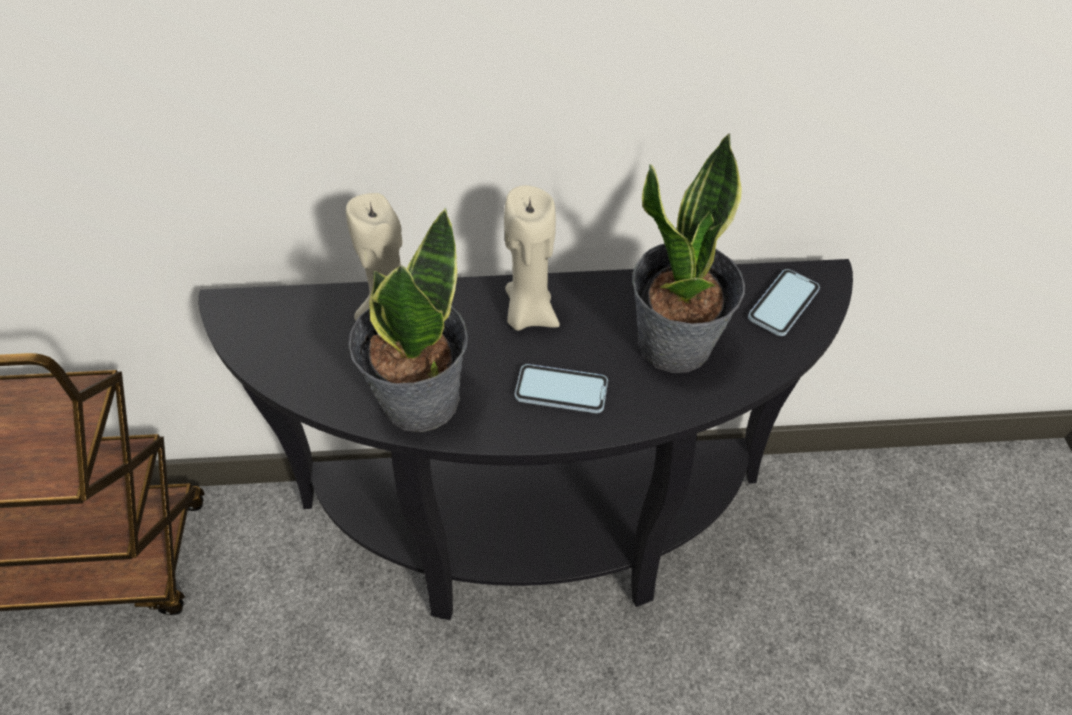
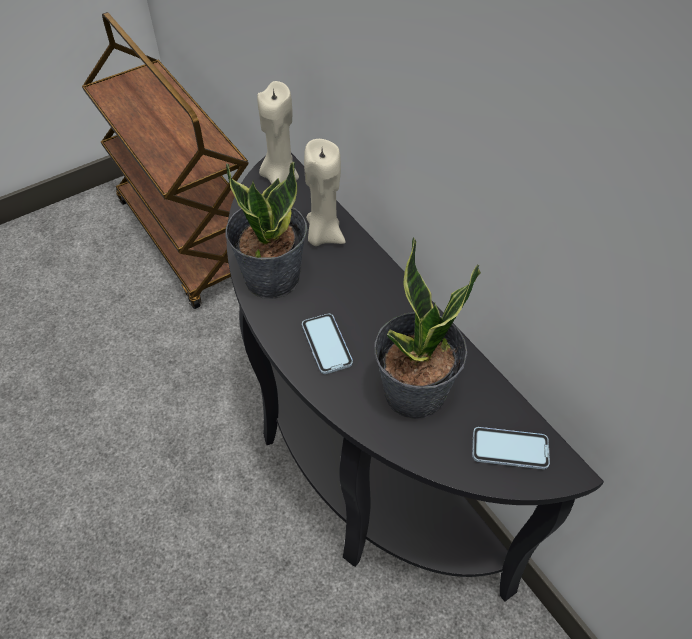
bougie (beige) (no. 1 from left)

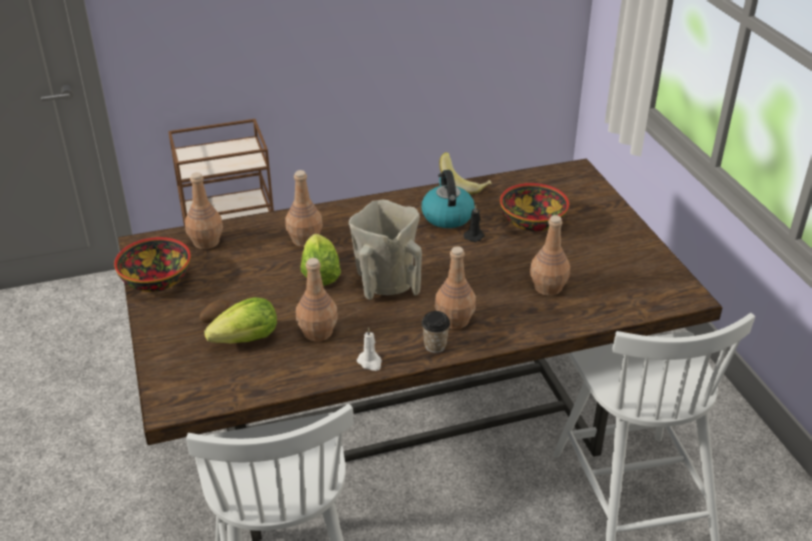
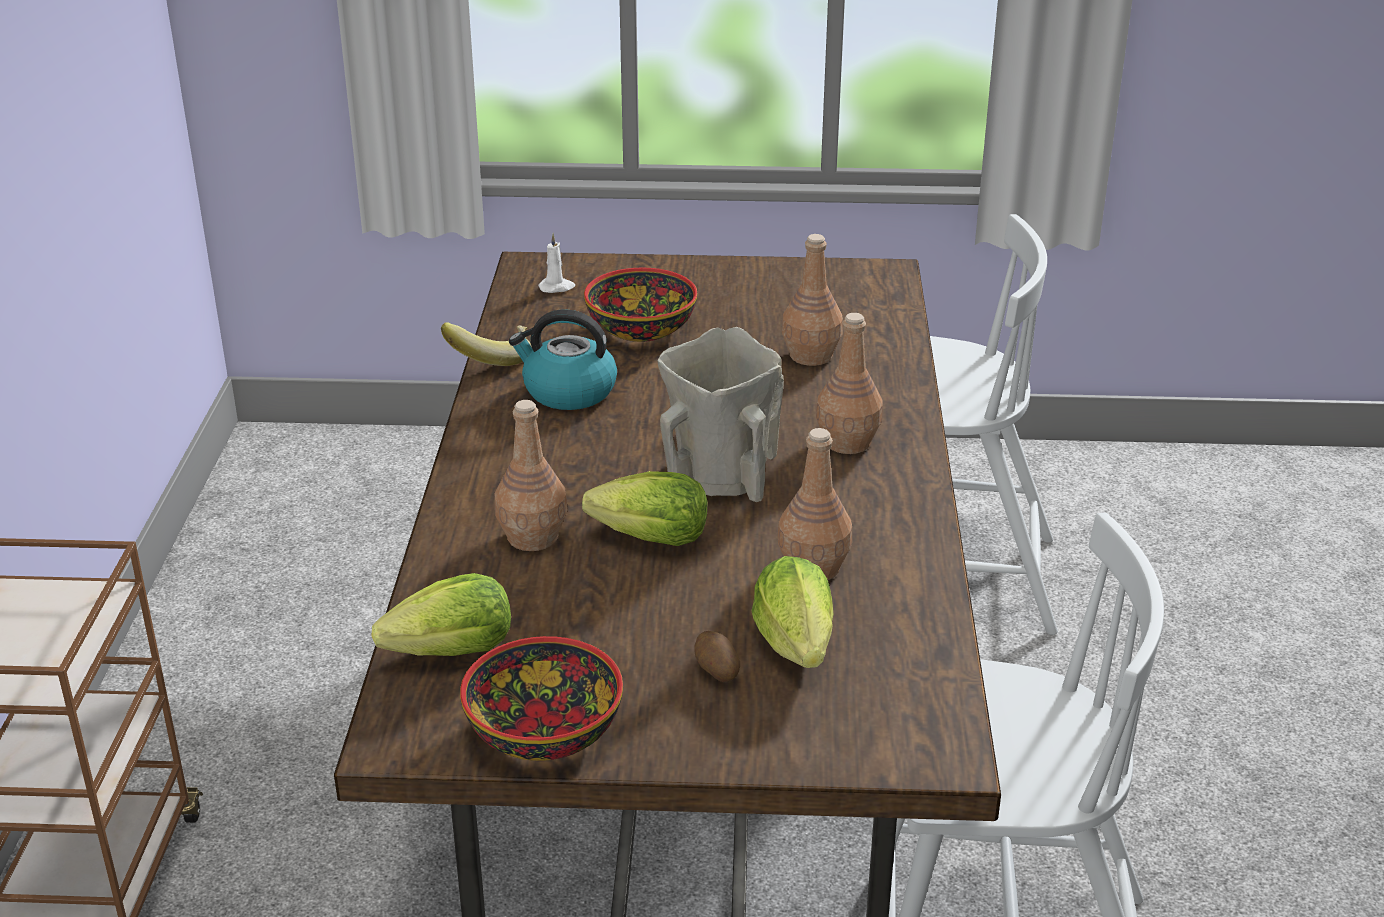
laitue (no. 1 from left)
bougie (blanc)
tasse
bougie (noir)

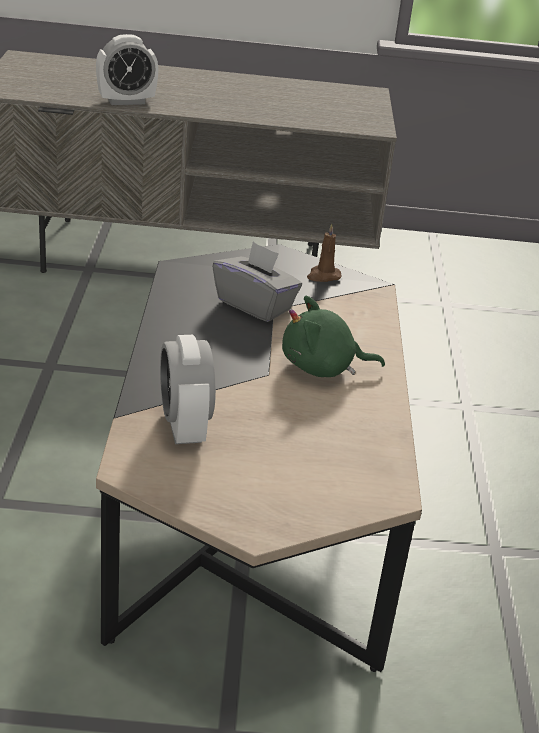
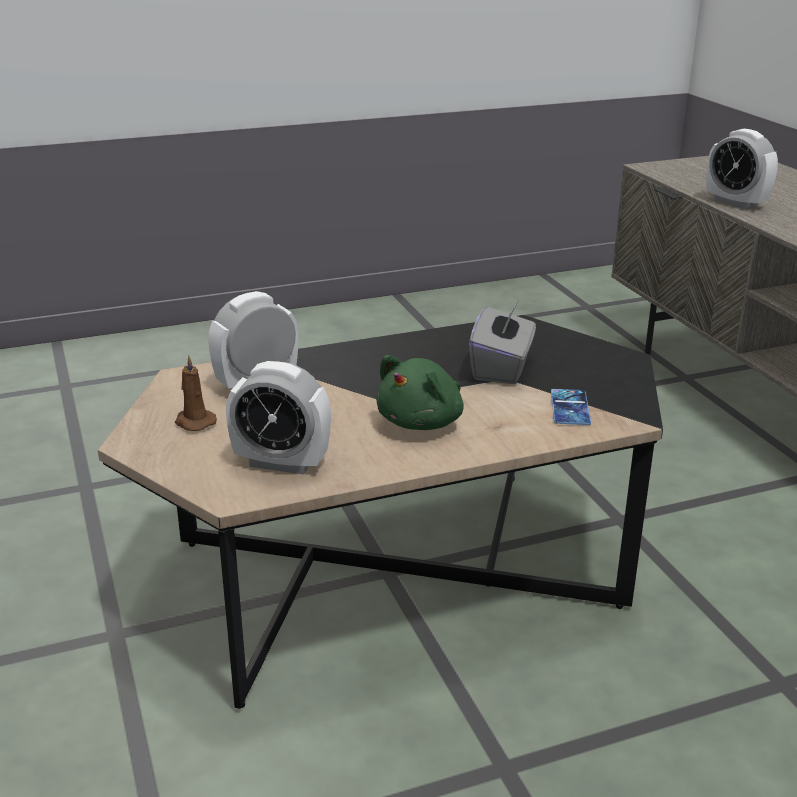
peluche (vert)
bougie (marron)
réveil (no. 2 from left)
téléphone

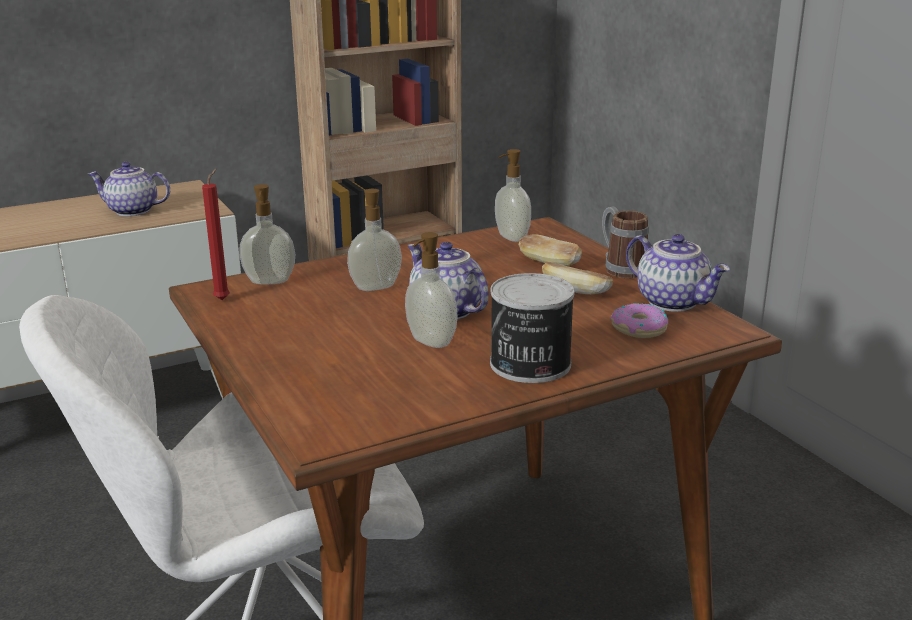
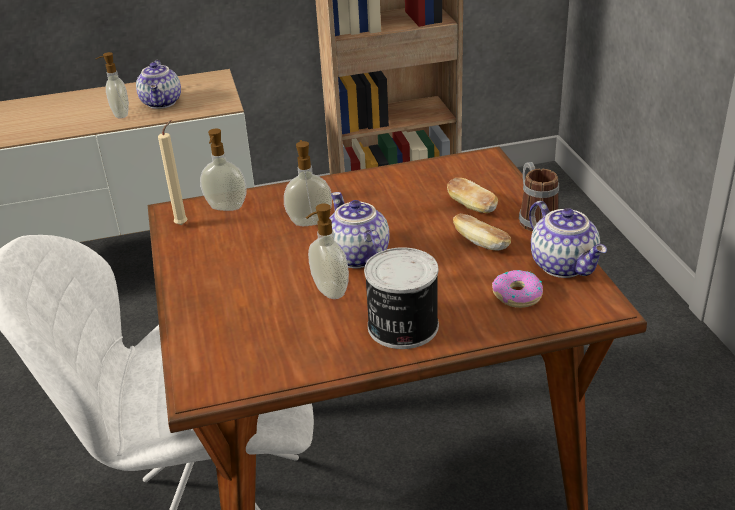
théière (no. 1 from left)
bougie (beige)
distributeur de savon (no. 1 from left)

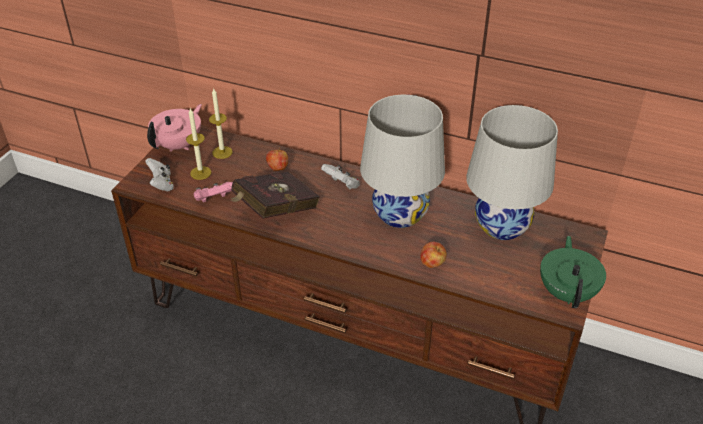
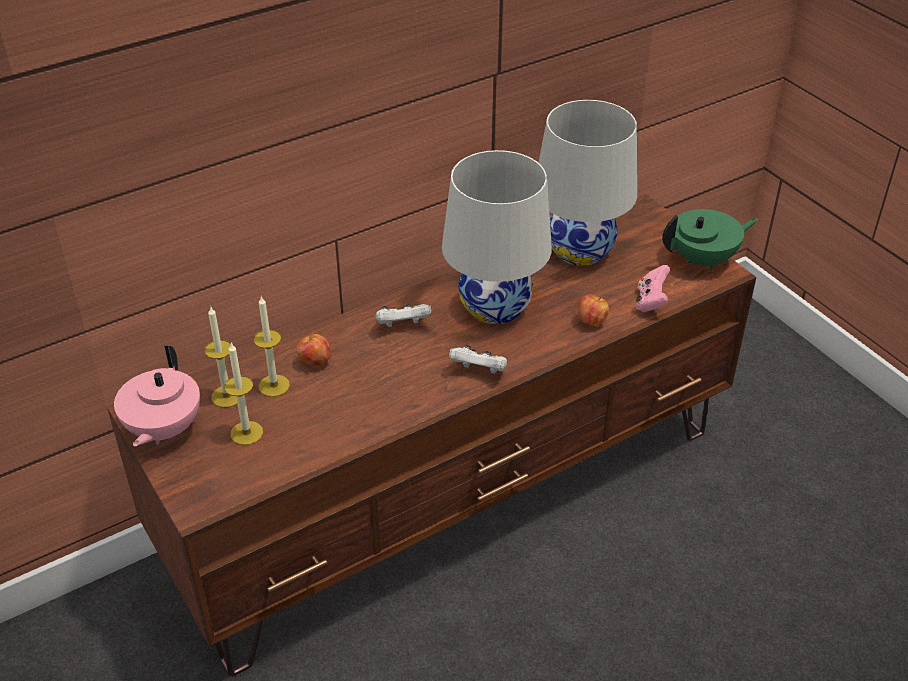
manette (blanc) (no. 2 from left)
théière (rose)
manette (rose)
livre (rouge)
théière (vert)
bougie (no. 3 from left)

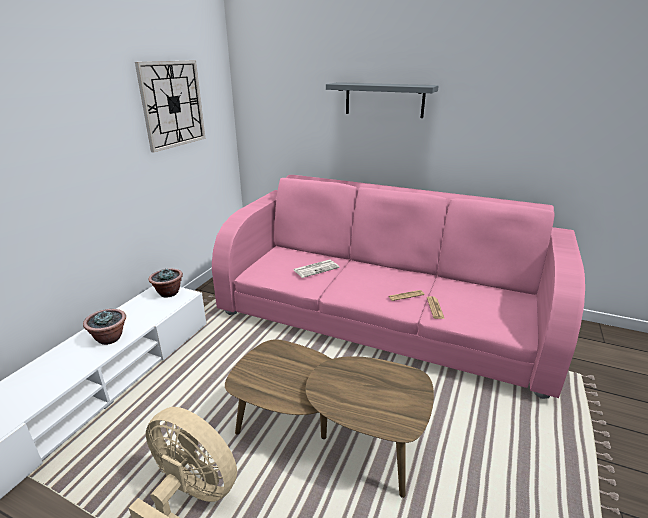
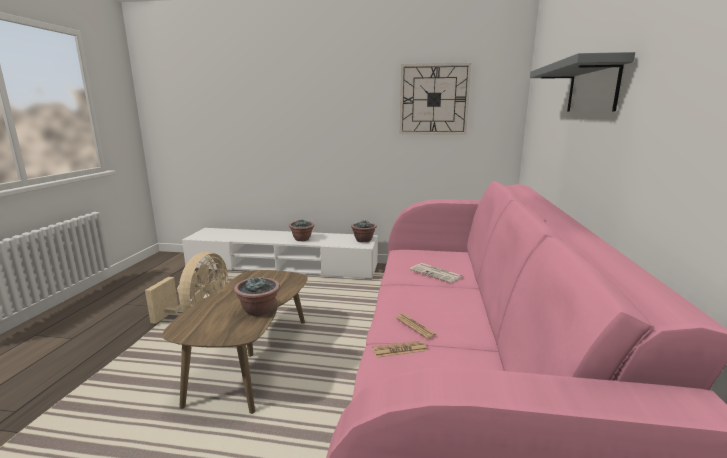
plante en pot (no. 1 from left)

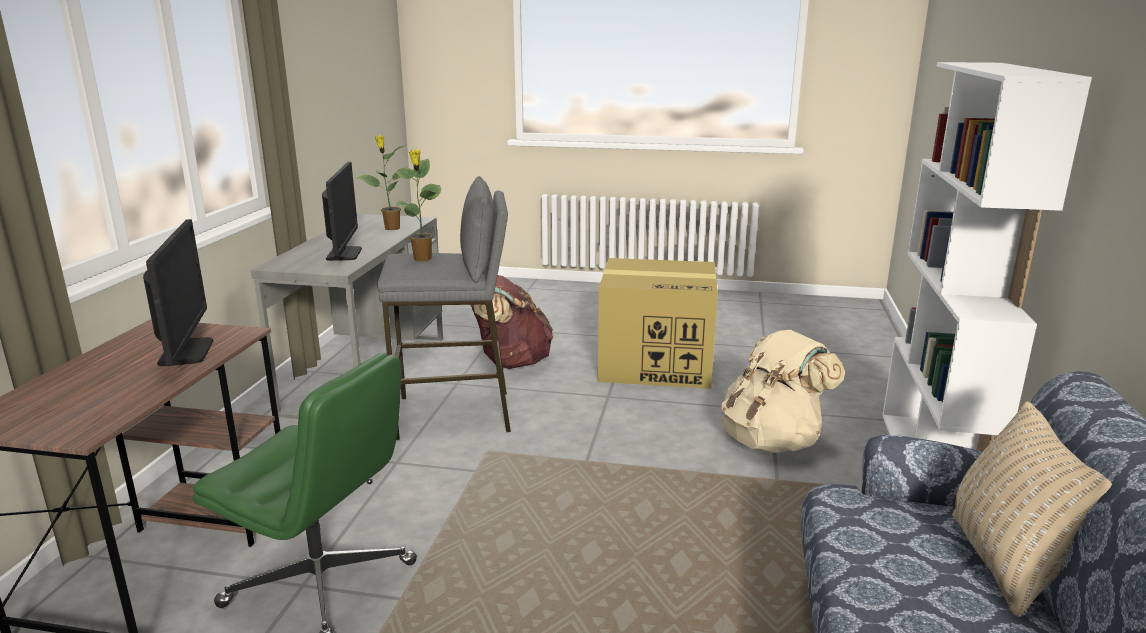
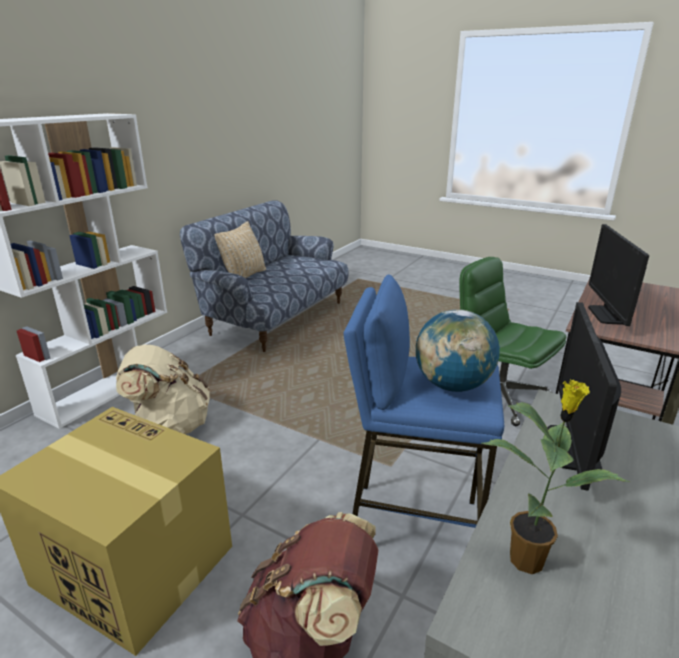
tabouret (bleu)
globe

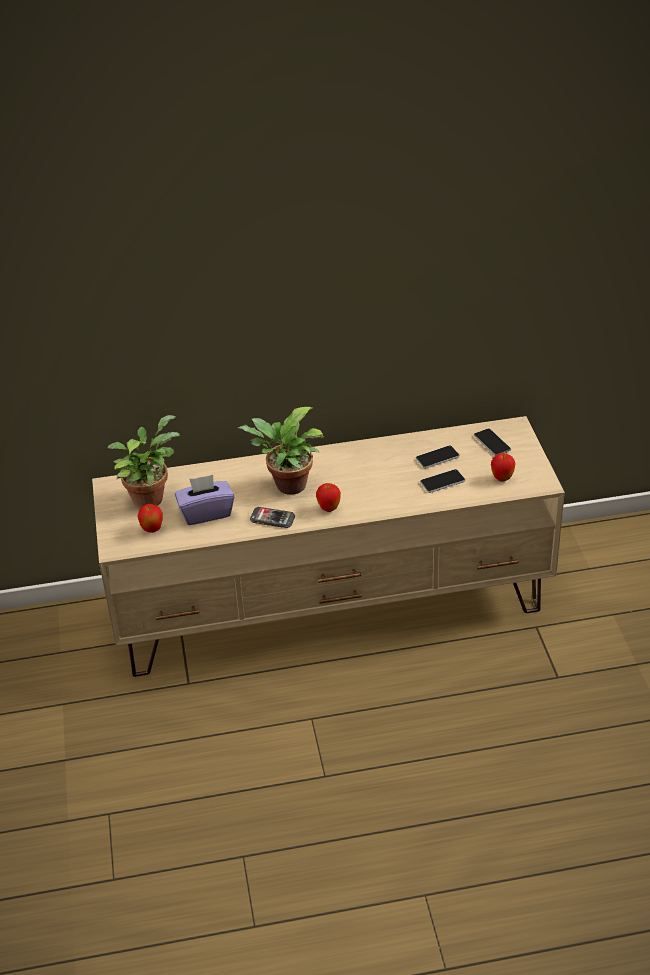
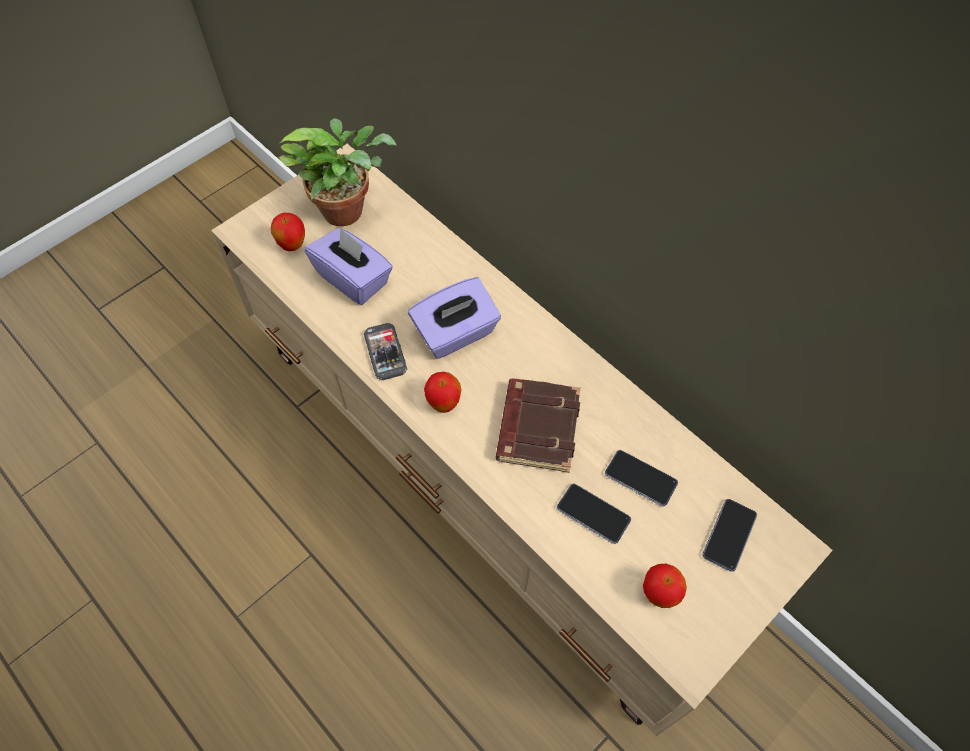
boîte à mouchoirs (violet) (no. 2 from left)
livre (marron)

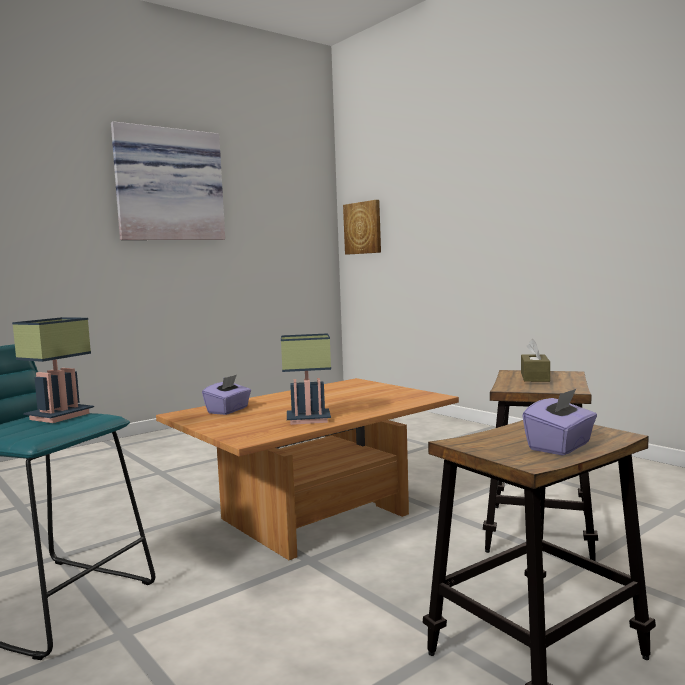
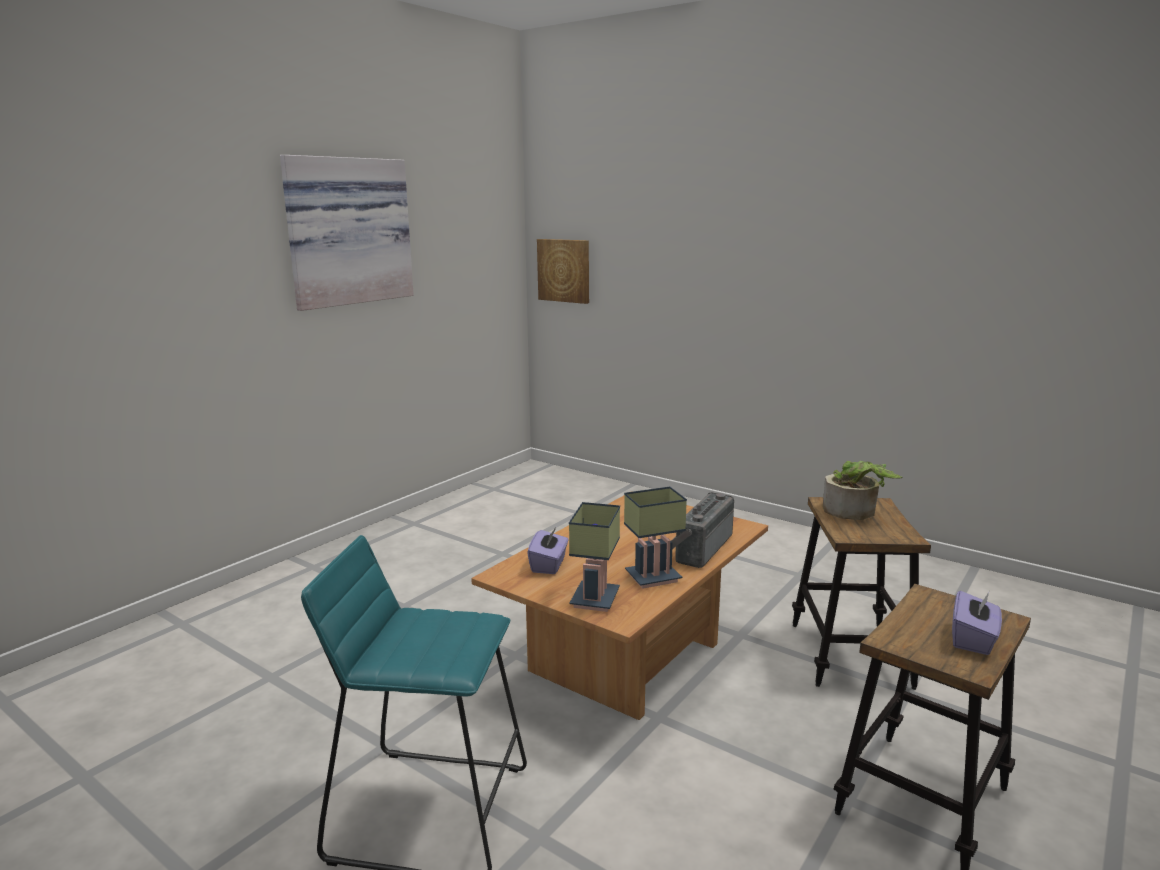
lampe de table (no. 1 from left)
plante en pot
radio

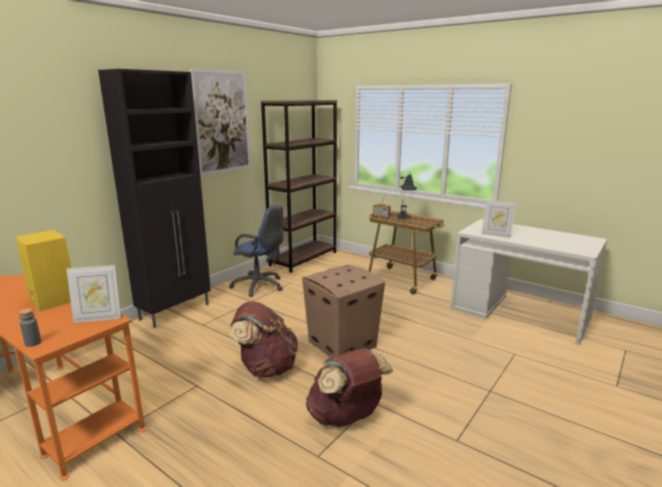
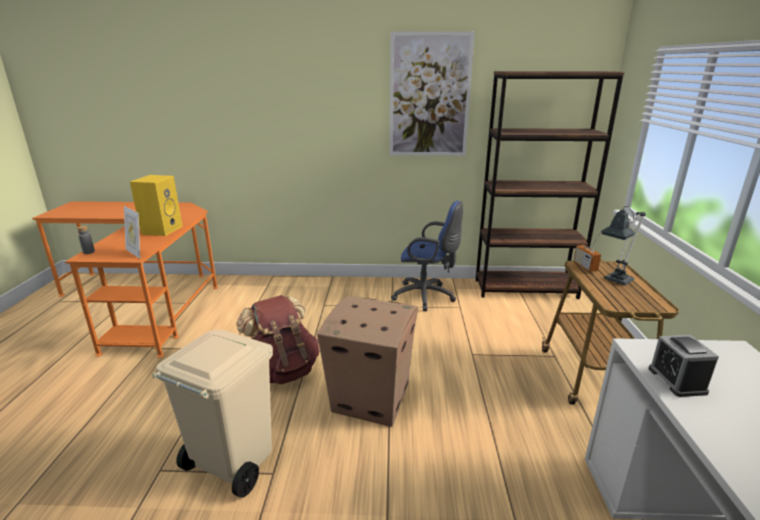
meuble de rangement (noir)
chaise de bureau (bleu)
poubelle (beige)
réveil

